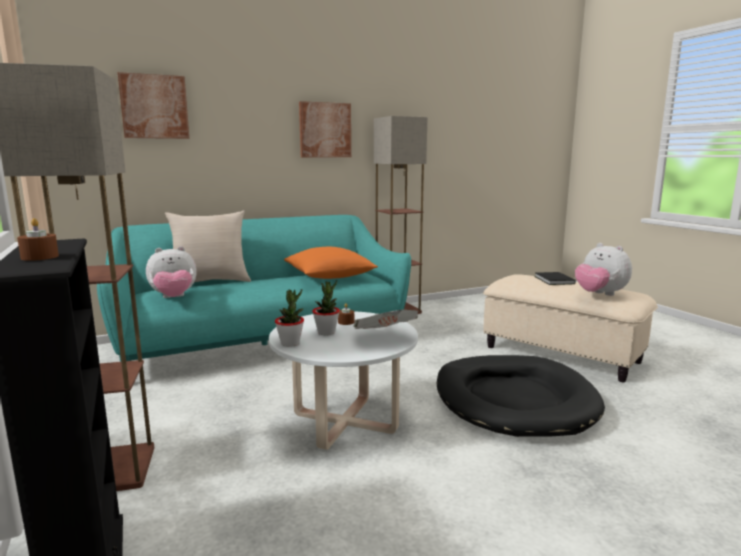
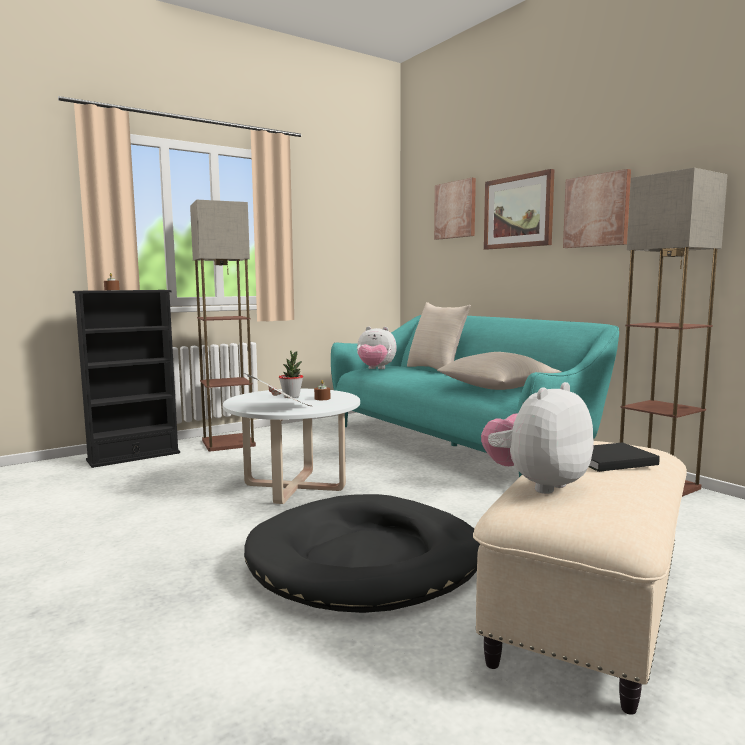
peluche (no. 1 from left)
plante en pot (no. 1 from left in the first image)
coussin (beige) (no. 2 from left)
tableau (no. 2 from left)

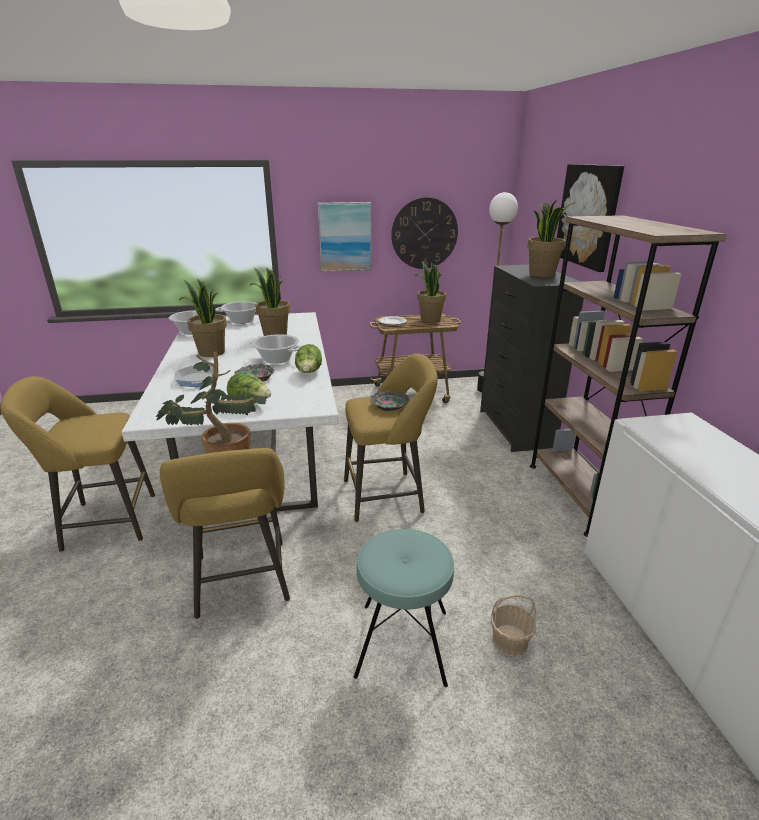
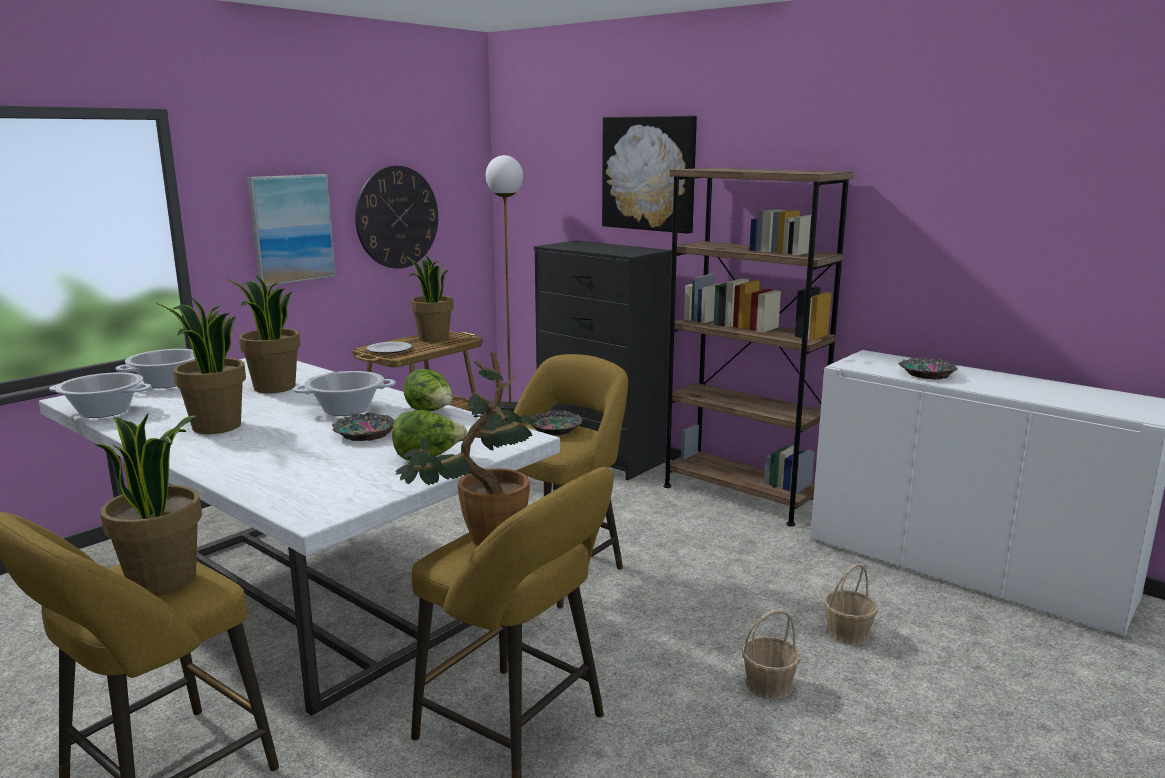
poêle
panier (no. 1 from left)
plante en pot (no. 1 from left)
bol (no. 3 from left)

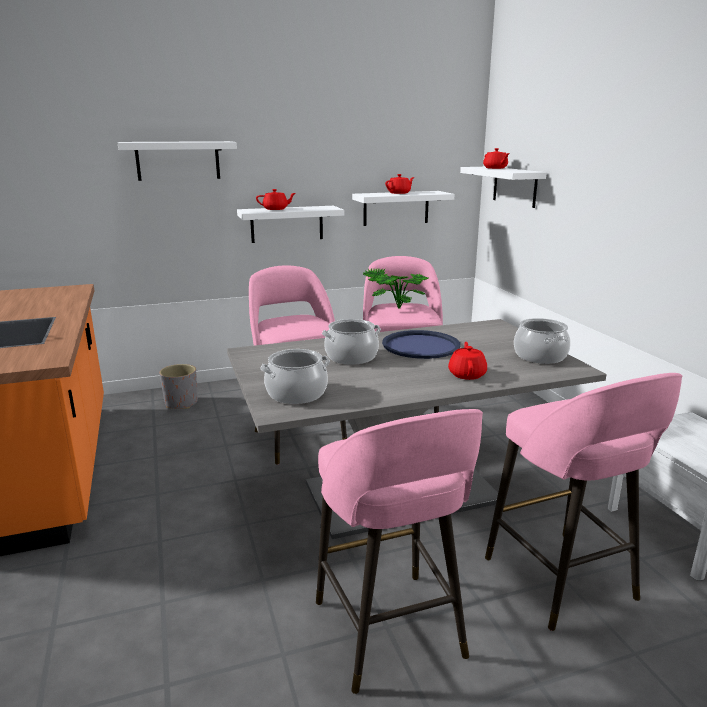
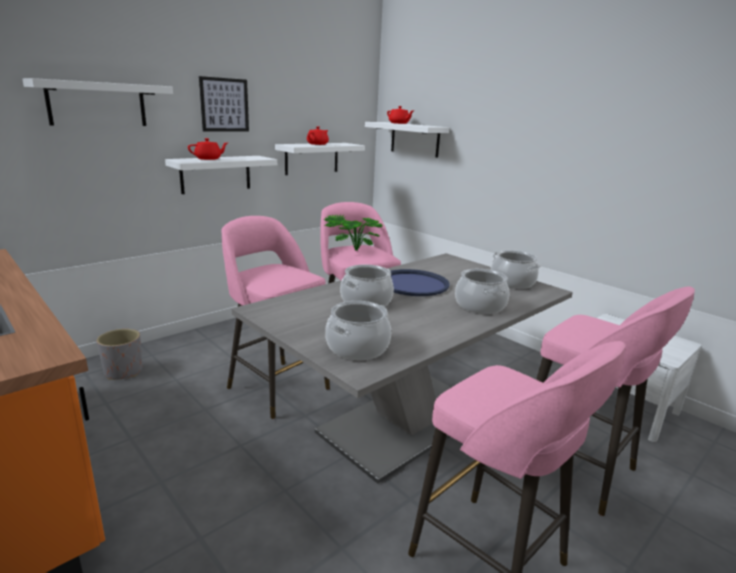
marmite (no. 3 from left)
tableau

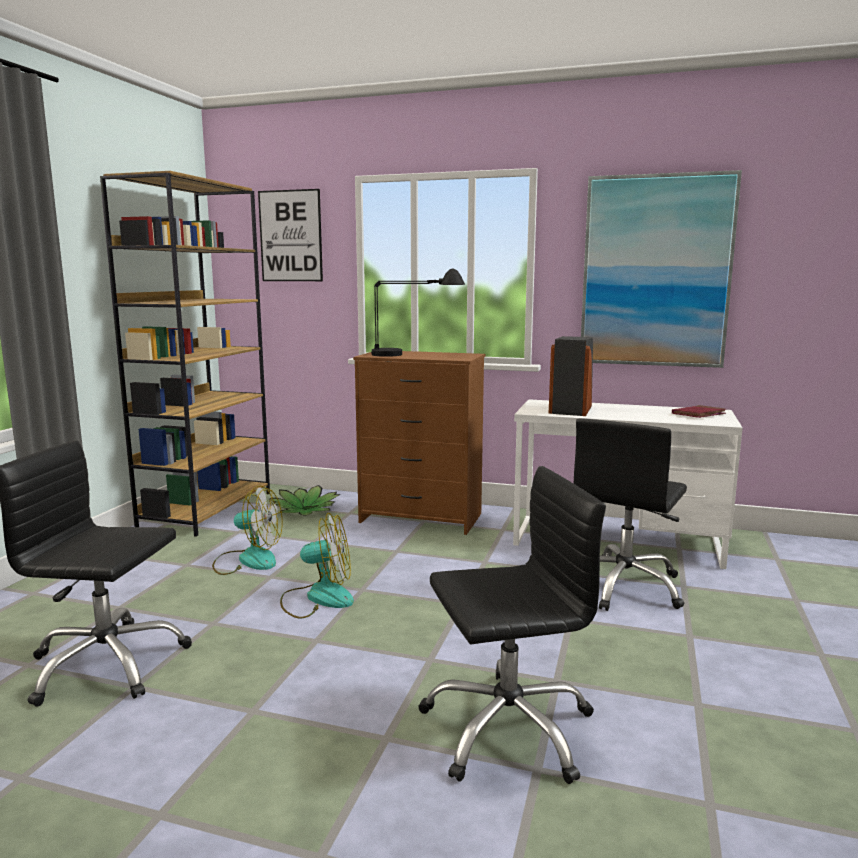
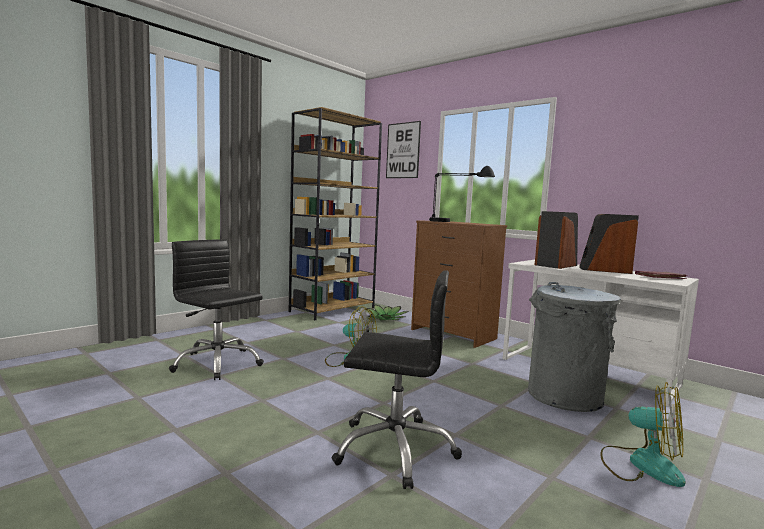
ventilateur (no. 2 from left)
poubelle (gris)
tableau (no. 2 from left in the first image)
enceinte (no. 2 from left)

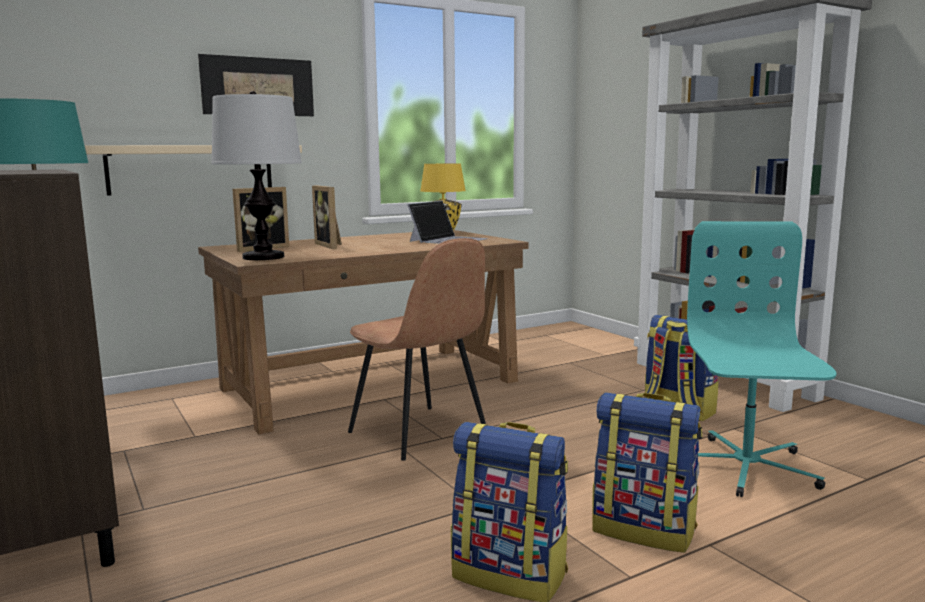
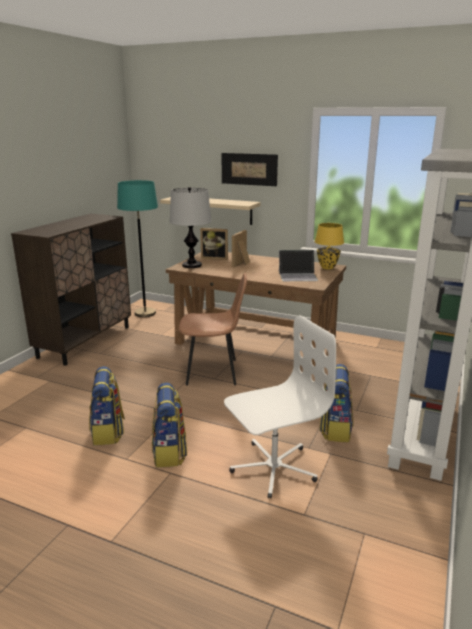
chaise (marron)
chaise de bureau (blanc)

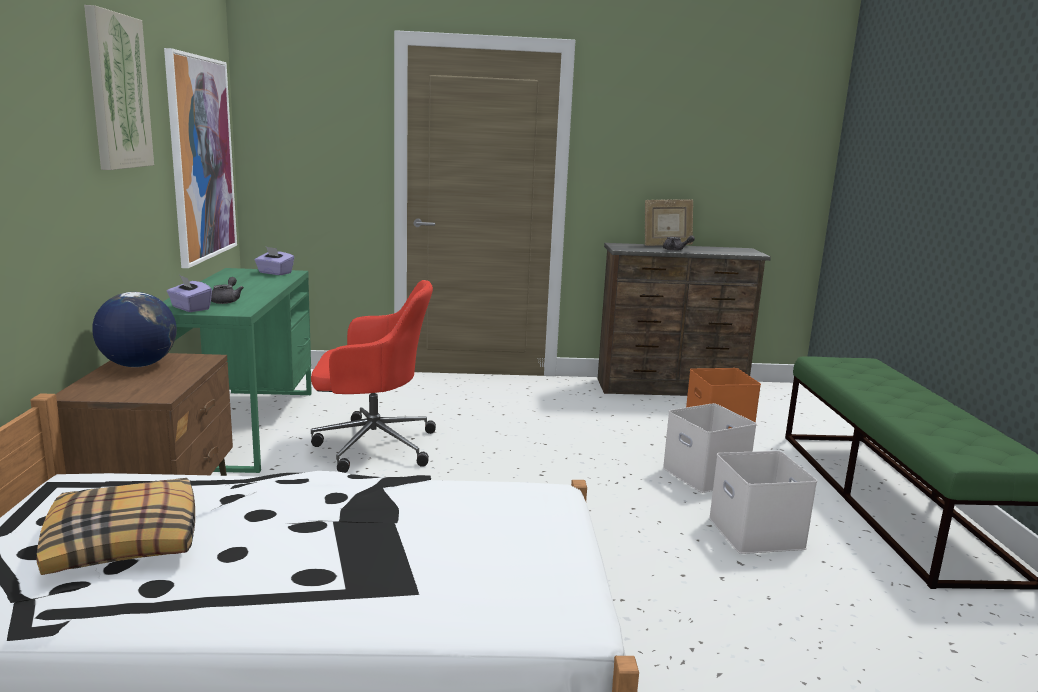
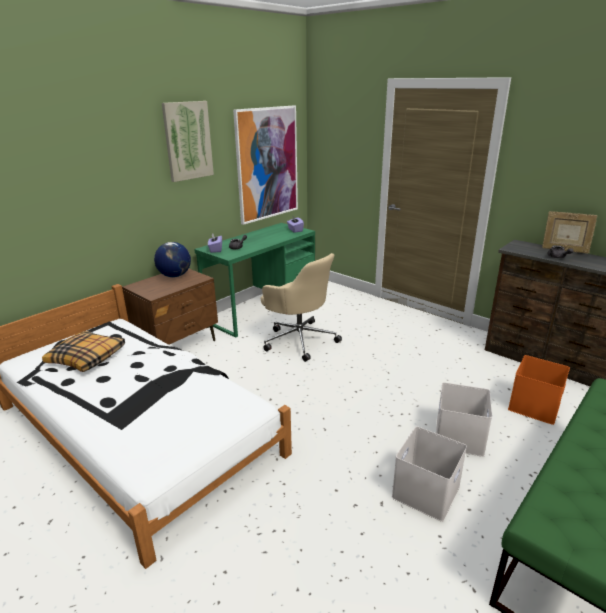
chaise de bureau (beige)

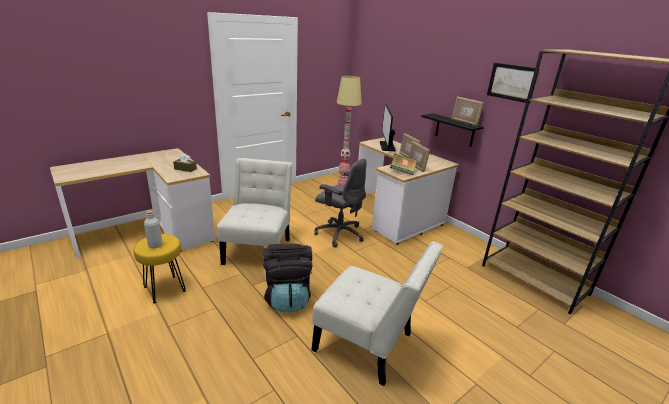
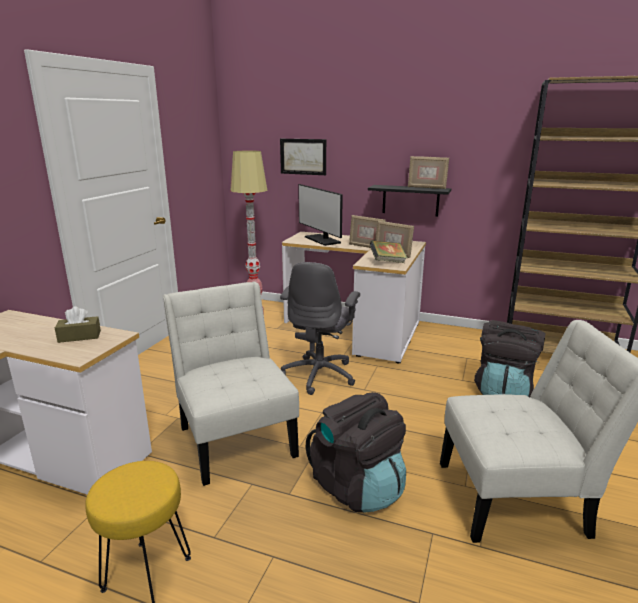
bouteille (gris)
chaise de bureau (gris)
tableau
sac à dos (noir) (no. 2 from left)

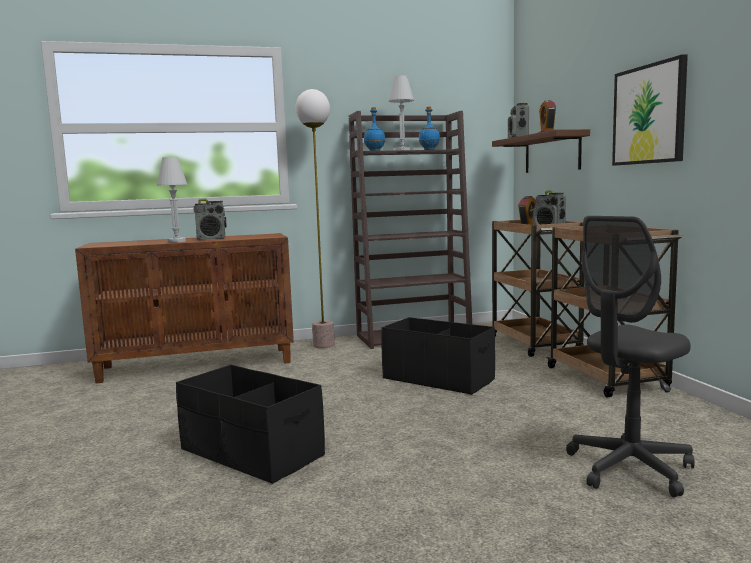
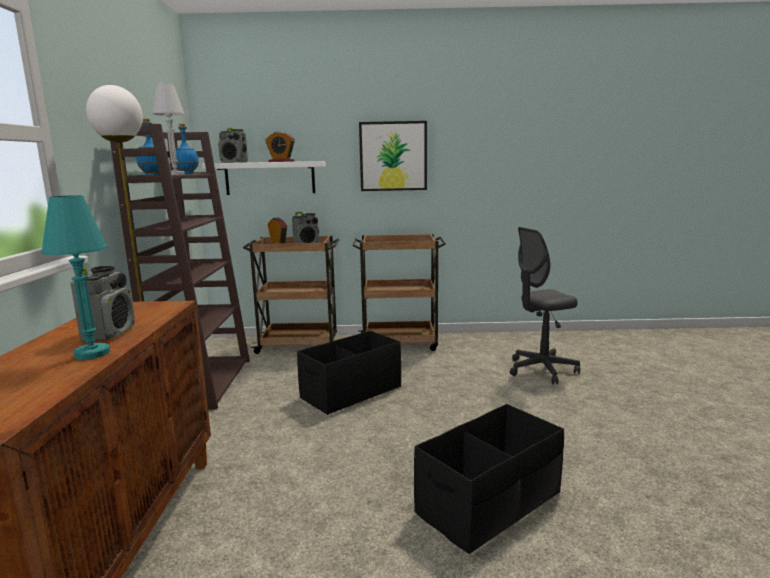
lampe de table (turquoise)
étagère (blanc)
chaise de bureau (gris)

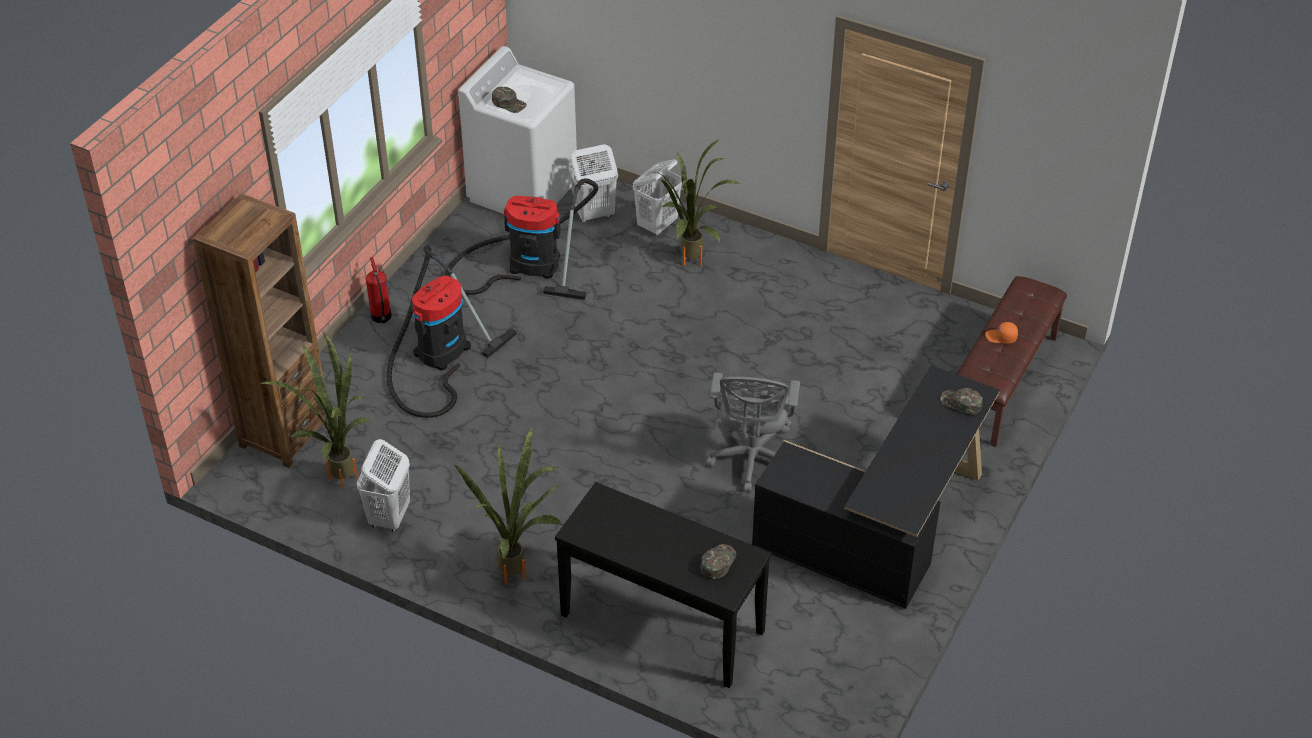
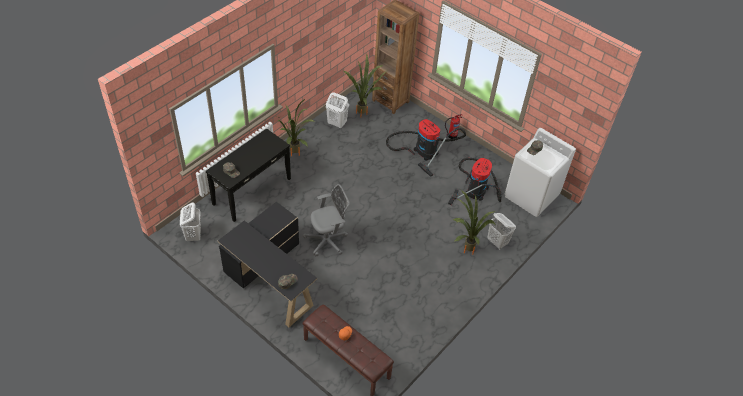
panier à linge (blanc) (no. 1 from left)
chaise de bureau (gris)

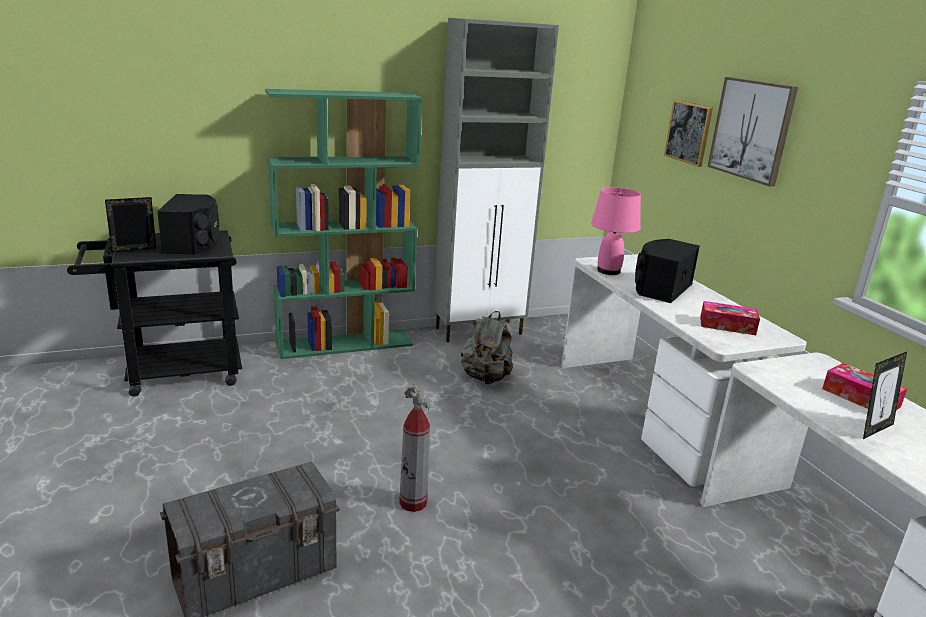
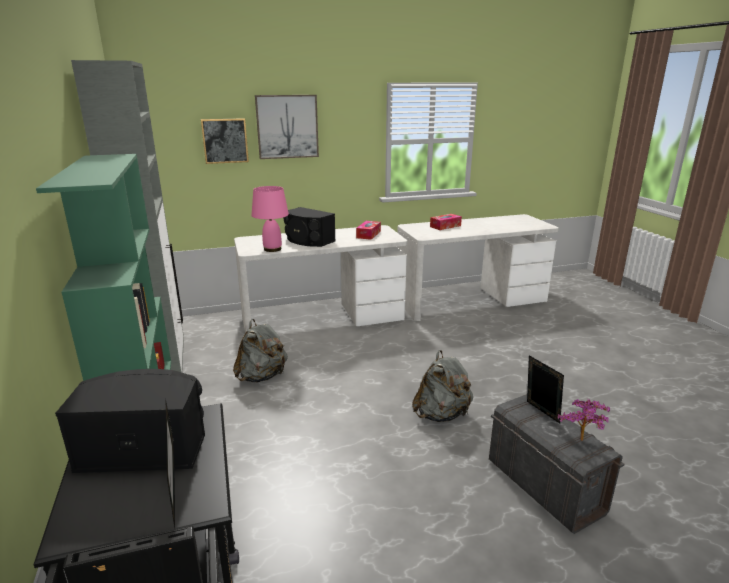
sac à dos (gris) (no. 2 from left)
cadre photo (no. 2 from left)
plante en pot

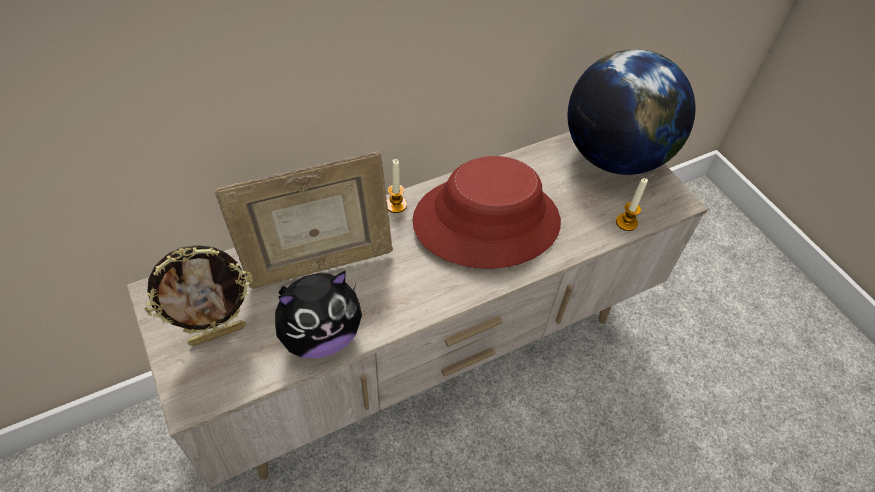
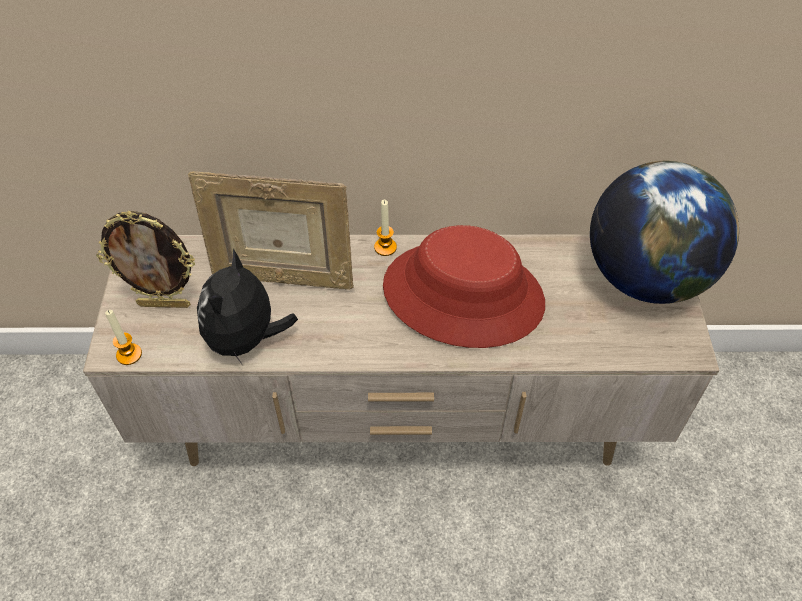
peluche
bougie (no. 1 from left)

